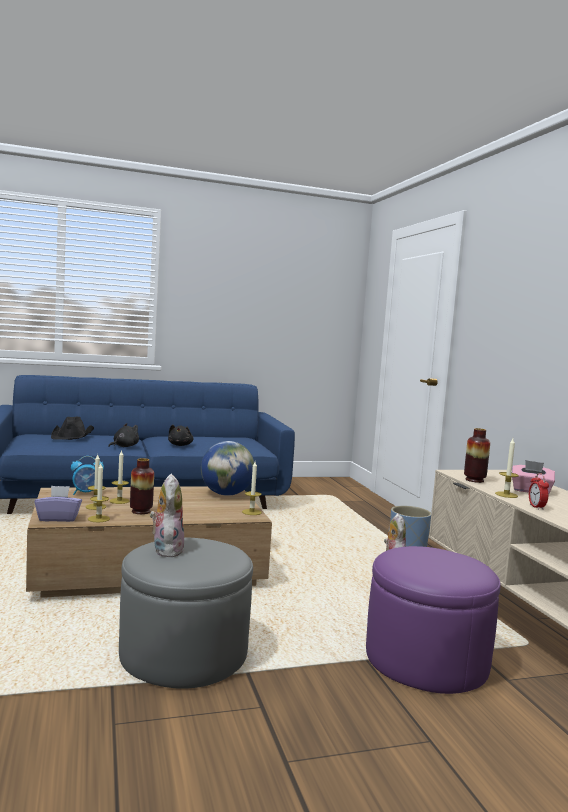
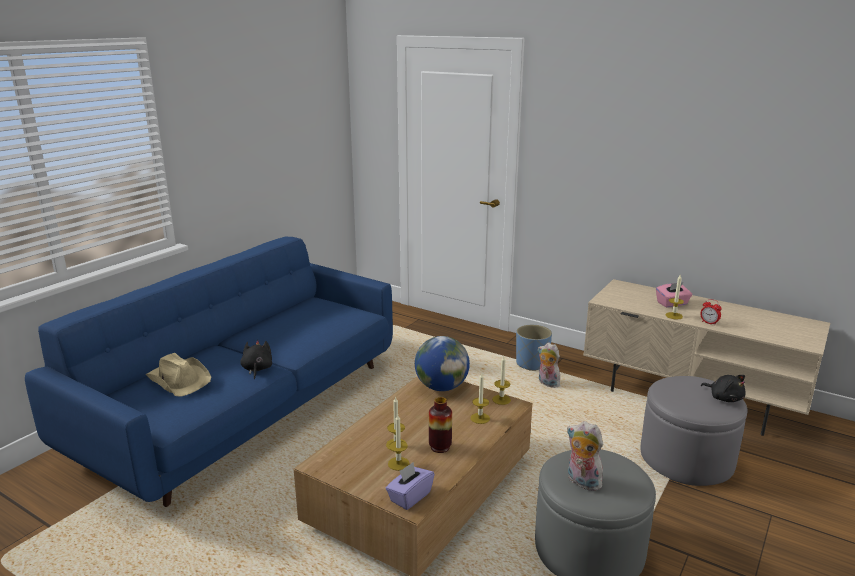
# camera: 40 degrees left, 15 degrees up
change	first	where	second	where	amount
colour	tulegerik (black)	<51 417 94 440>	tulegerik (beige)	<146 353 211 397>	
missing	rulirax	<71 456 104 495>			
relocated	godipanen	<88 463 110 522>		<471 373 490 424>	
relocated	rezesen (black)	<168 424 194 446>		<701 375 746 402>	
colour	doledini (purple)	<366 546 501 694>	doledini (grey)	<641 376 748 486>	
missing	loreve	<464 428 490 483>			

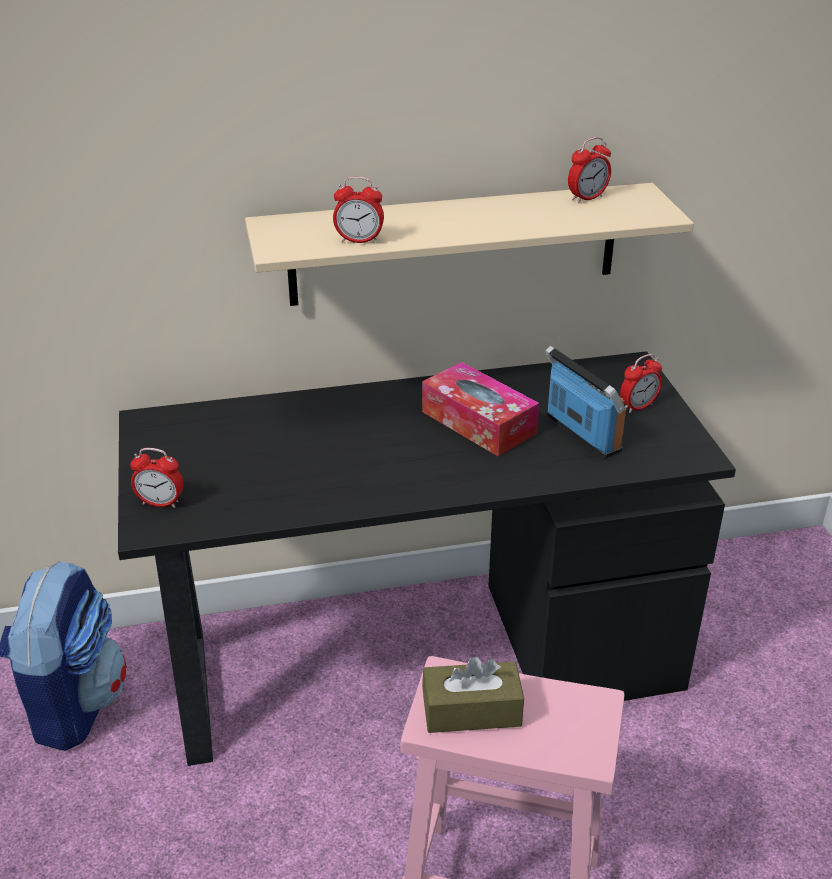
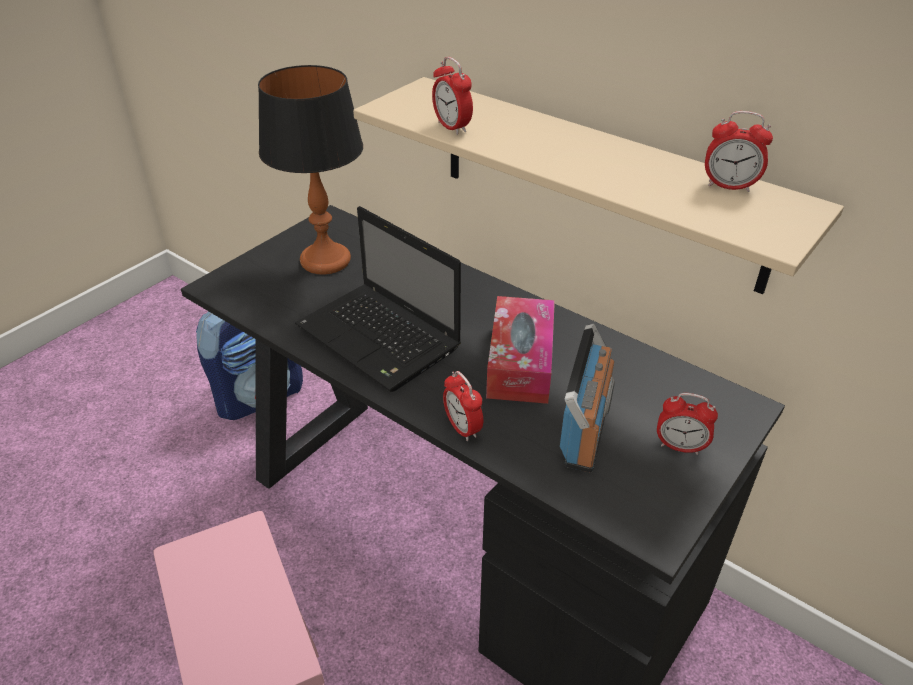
# camera: 50 degrees right, 5 degrees up
change	first	where	second	where	amount
relocated	rulirax	<130 448 183 508>		<443 371 484 441>	
missing	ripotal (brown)	<422 657 524 733>			
appeared			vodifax	<258 65 363 275>	
appeared			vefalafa	<295 206 461 392>	

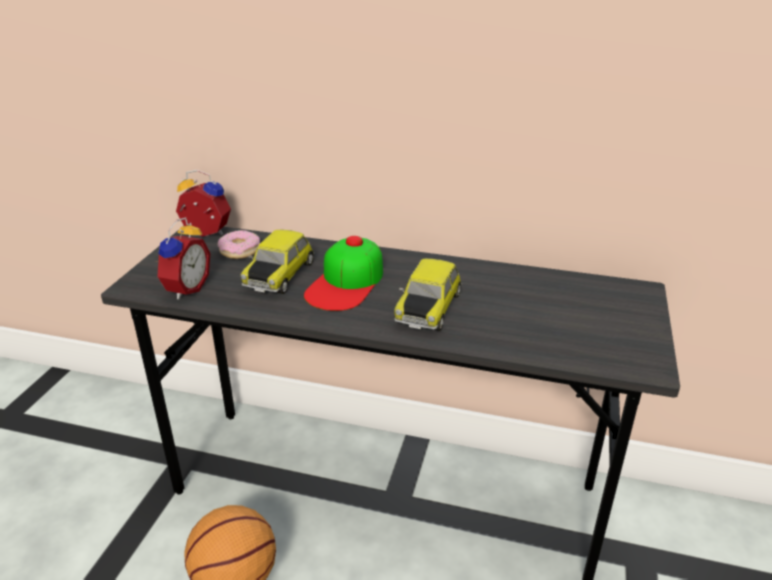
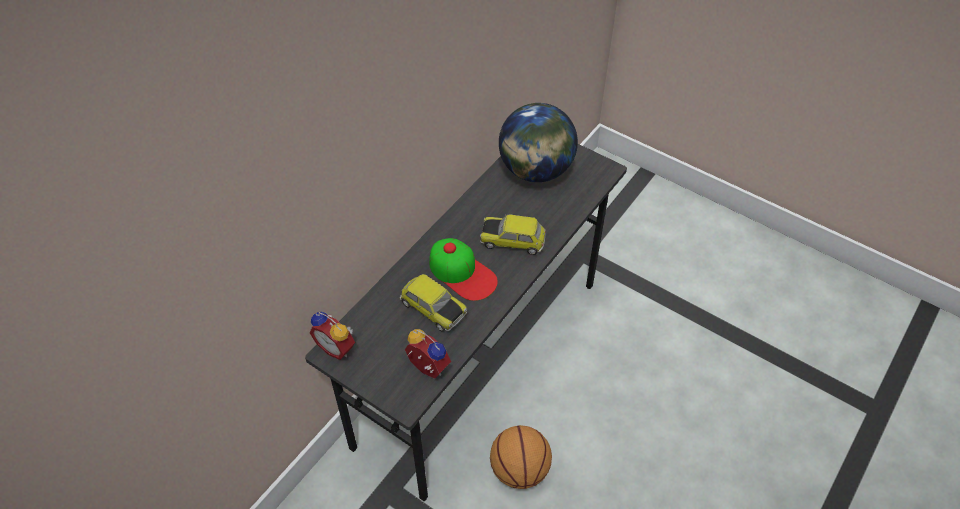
# camera: 70 degrees left, 20 degrees up
change	first	where	second	where	amount
spun	rulirax	<176 170 231 237>		<309 312 355 360>	90 degrees counterclockwise
missing	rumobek	<218 230 260 259>			
spun	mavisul	<394 259 462 331>		<480 214 546 255>	150 degrees clockwise
appeared			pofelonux	<499 103 578 182>	

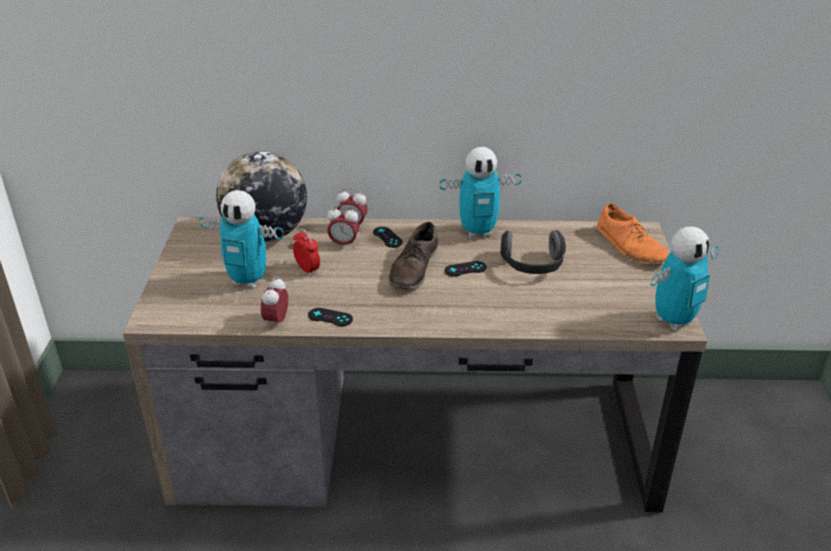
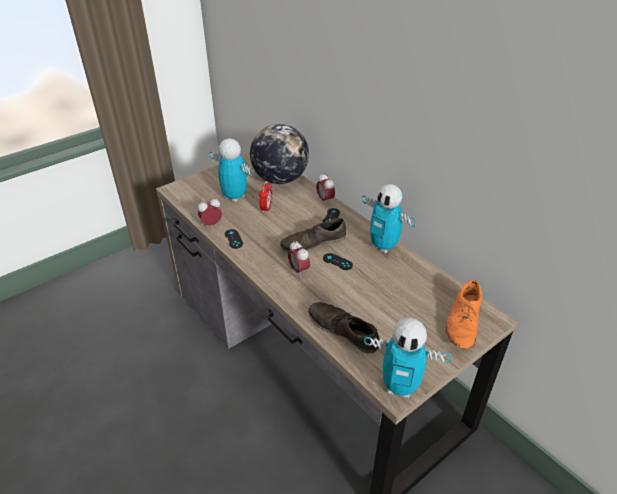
# camera: 50 degrees right, 5 degrees up
change	first	where	second	where	amount
spun	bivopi	<199 190 283 288>		<209 138 254 202>	150 degrees clockwise
relocated	rulirax	<327 205 359 248>		<288 241 310 277>	
missing	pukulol	<500 230 566 274>			
appeared			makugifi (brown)	<308 302 380 354>	

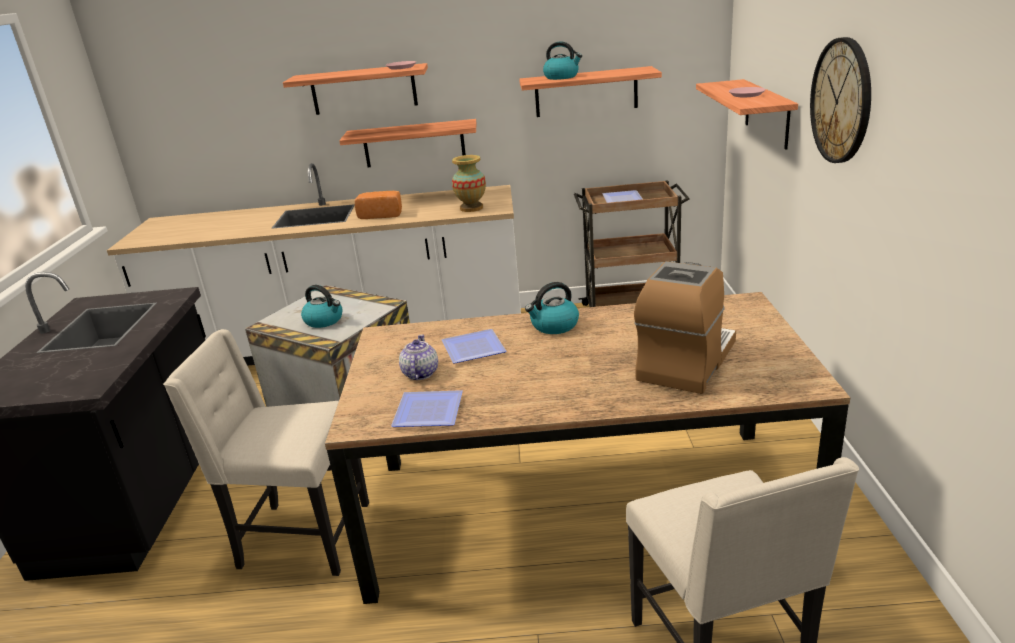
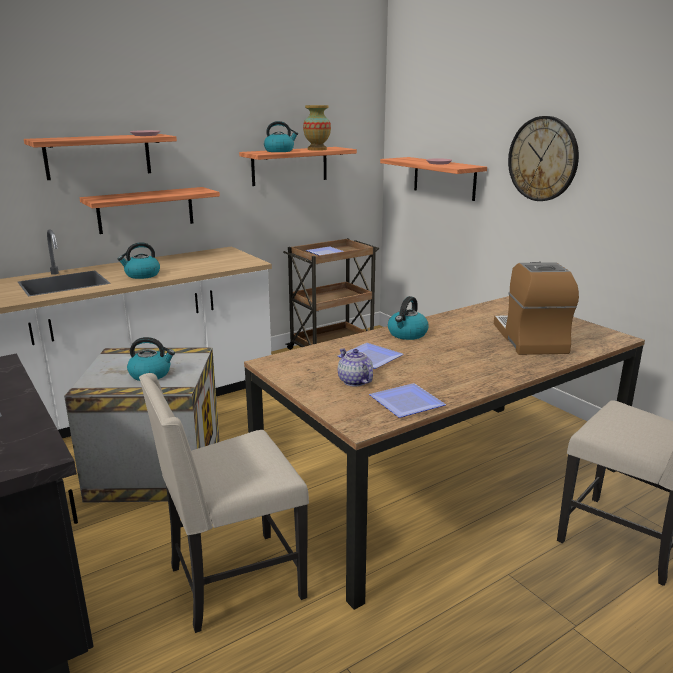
# camera: 35 degrees left, 5 degrees down
change	first	where	second	where	amount
exchanged	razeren	<355 191 402 219>	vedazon	<117 242 160 279>	
relocated	loreve	<452 155 486 212>		<303 105 331 151>	

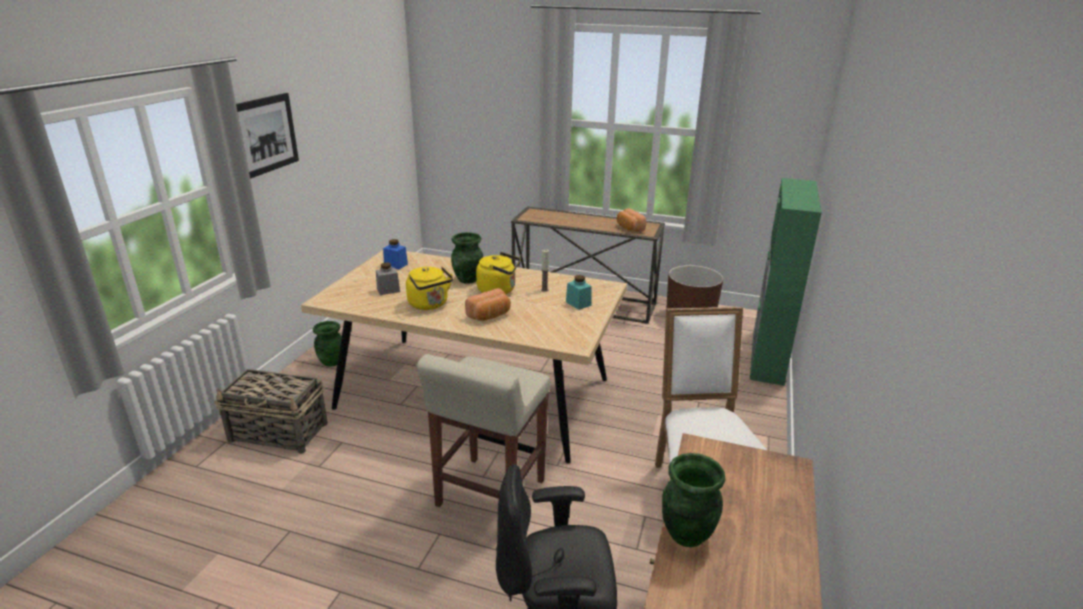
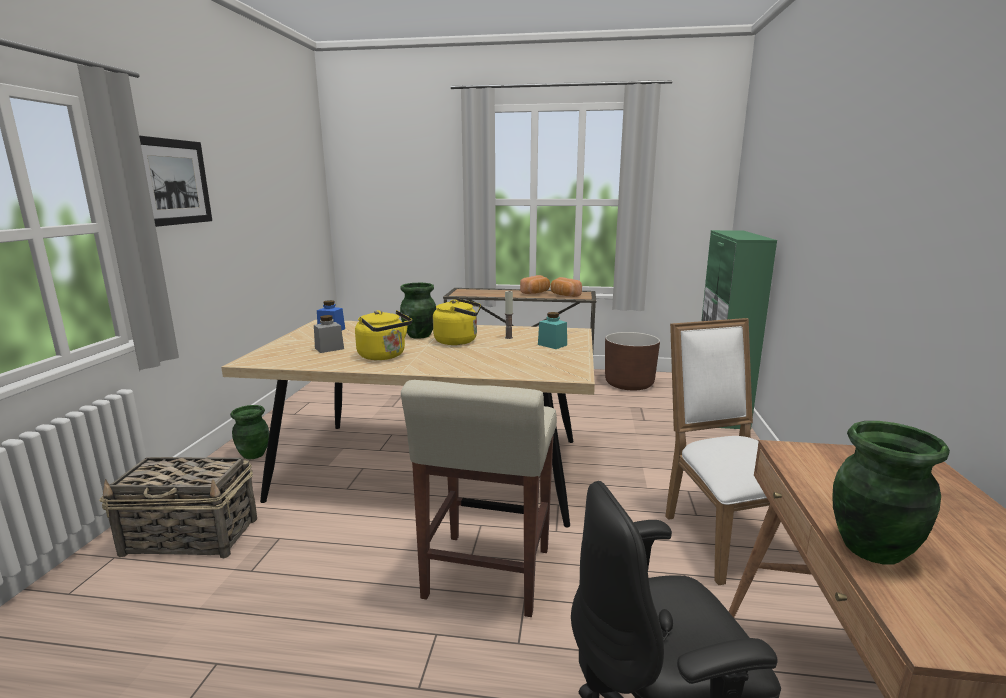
# camera: 10 degrees left, 10 degrees down
change	first	where	second	where	amount
relocated	razeren	<465 288 511 321>		<520 275 550 294>	

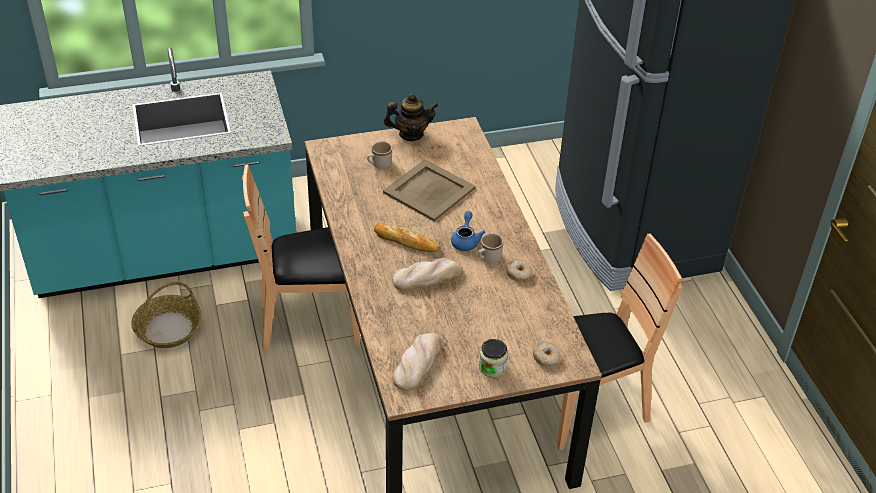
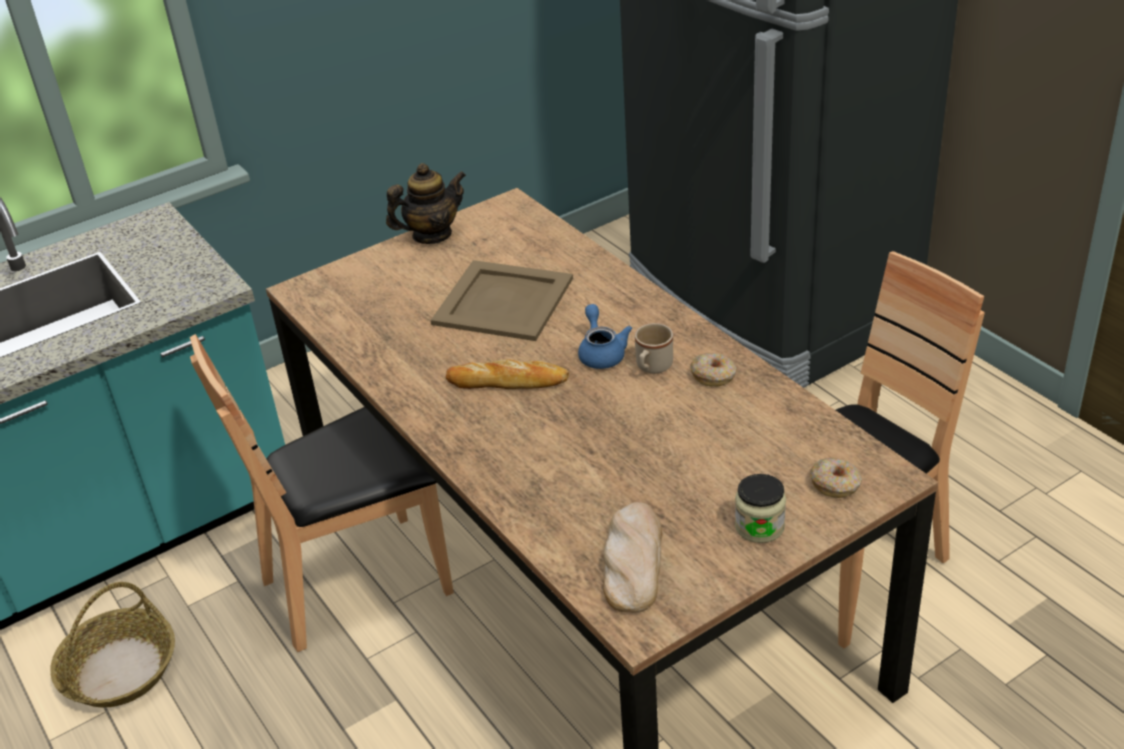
# camera: 15 degrees left, 5 degrees down
change	first	where	second	where	amount
missing	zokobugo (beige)	<367 141 392 169>			
missing	razeren	<392 258 463 291>			

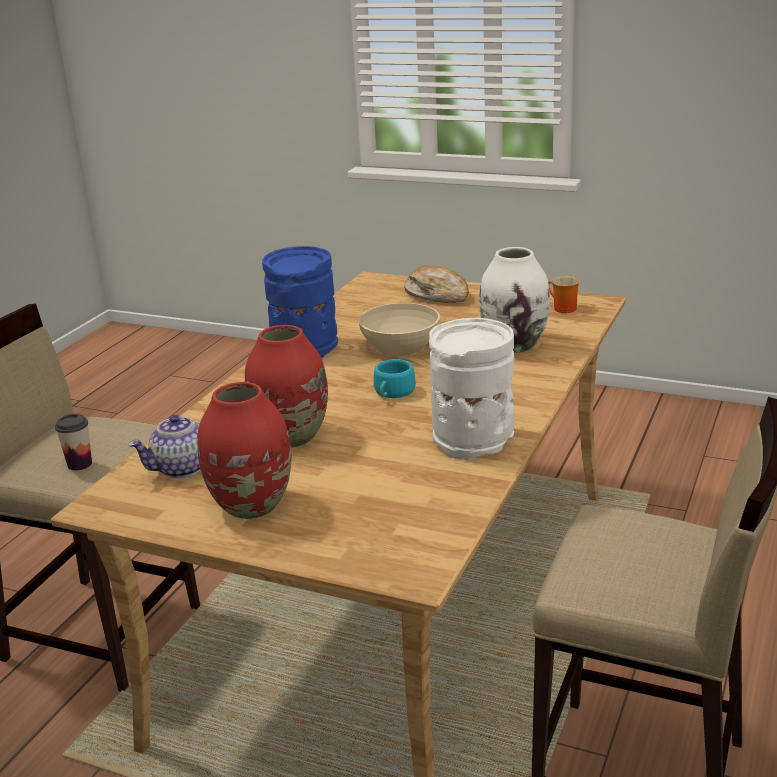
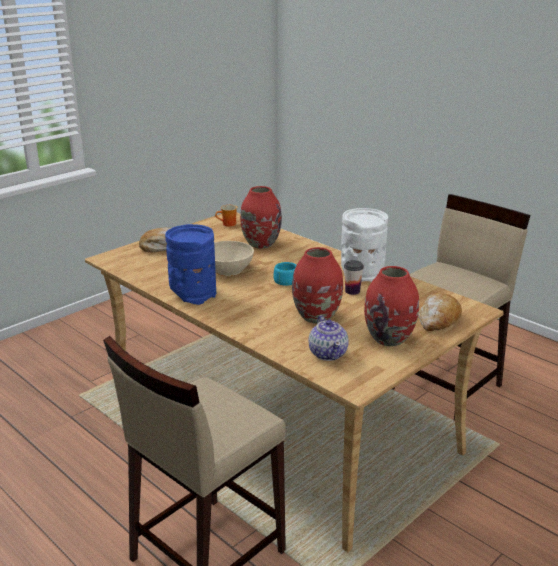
# camera: 70 degrees left, 0 degrees up
change	first	where	second	where	amount
relocated	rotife	<55 414 92 471>		<344 260 364 295>	
colour	loreve (white)	<479 247 550 353>	loreve (red)	<240 186 282 248>	
appeared			razeren	<418 293 462 331>	

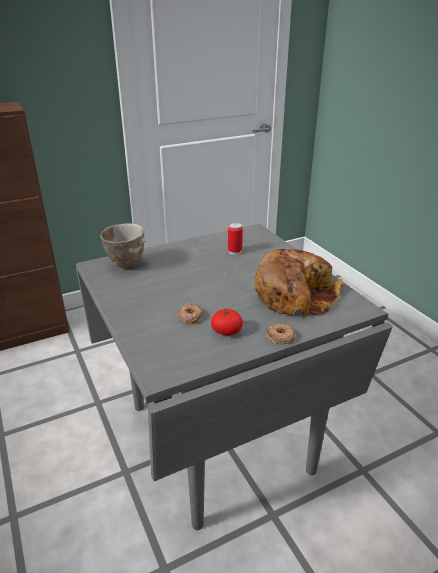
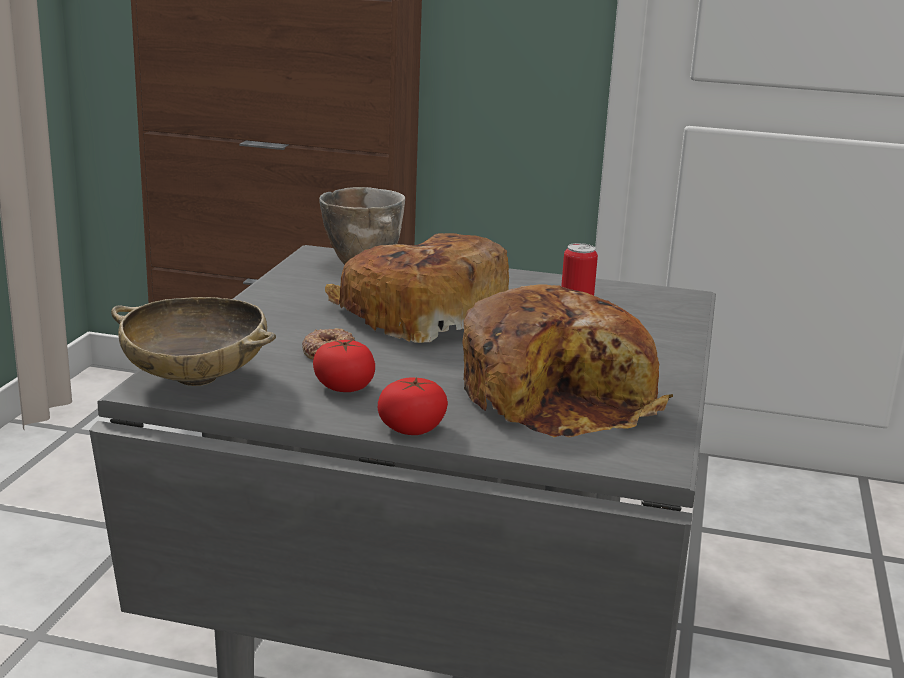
# camera: 40 degrees right, 10 degrees down
change	first	where	second	where	amount
exchanged	rumobek	<267 323 296 344>	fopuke	<378 377 448 435>	
appeared			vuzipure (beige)	<111 297 276 386>	
appeared			razeren	<325 233 509 343>	

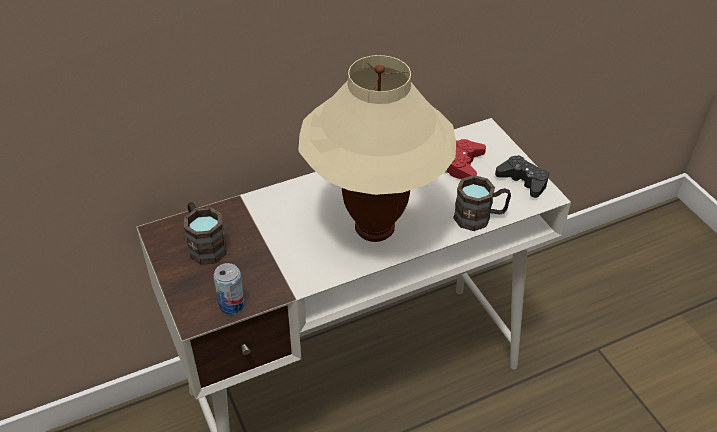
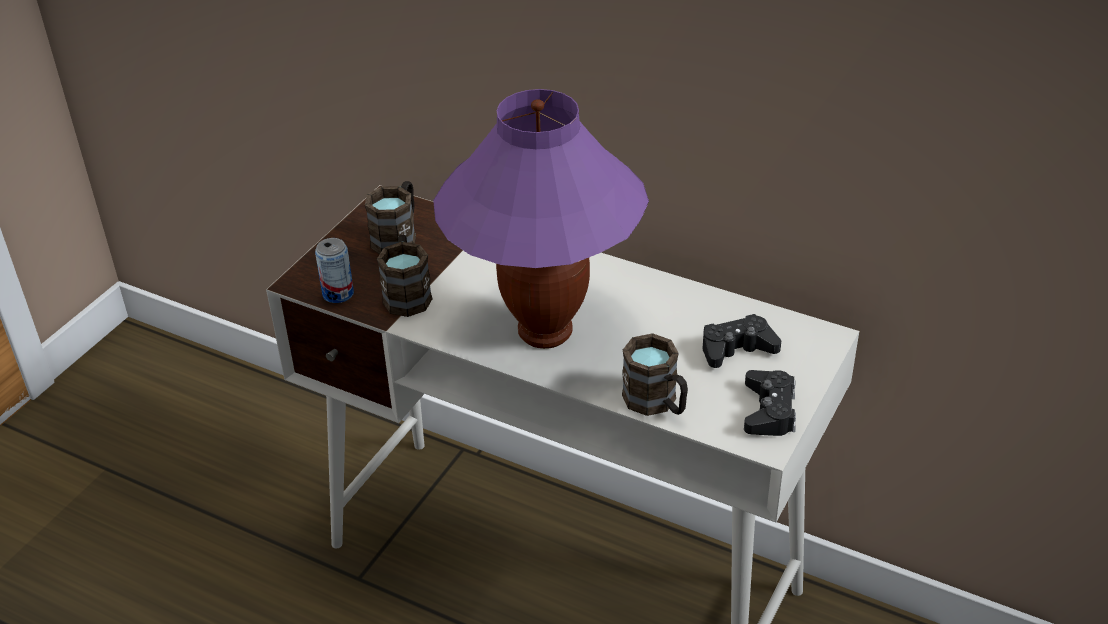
# camera: 55 degrees right, 5 degrees down
change	first	where	second	where	amount
colour	vodifax (beige)	<298 55 456 242>	vodifax (purple)	<433 89 649 349>	
colour	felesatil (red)	<445 139 486 179>	felesatil (black)	<703 314 781 368>	
appeared			zokobugo (brown)	<377 235 432 317>	

